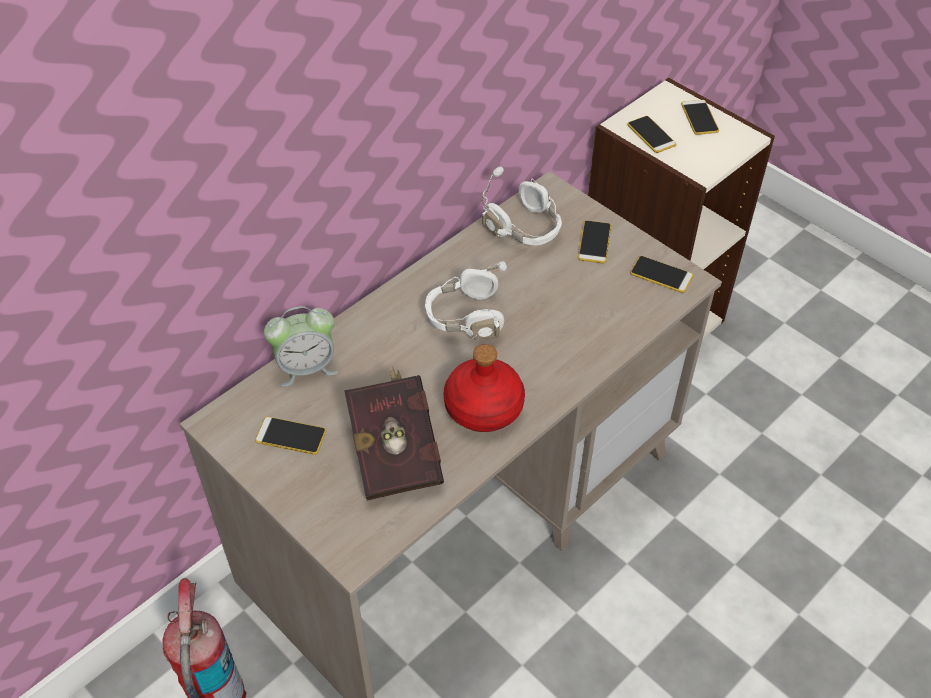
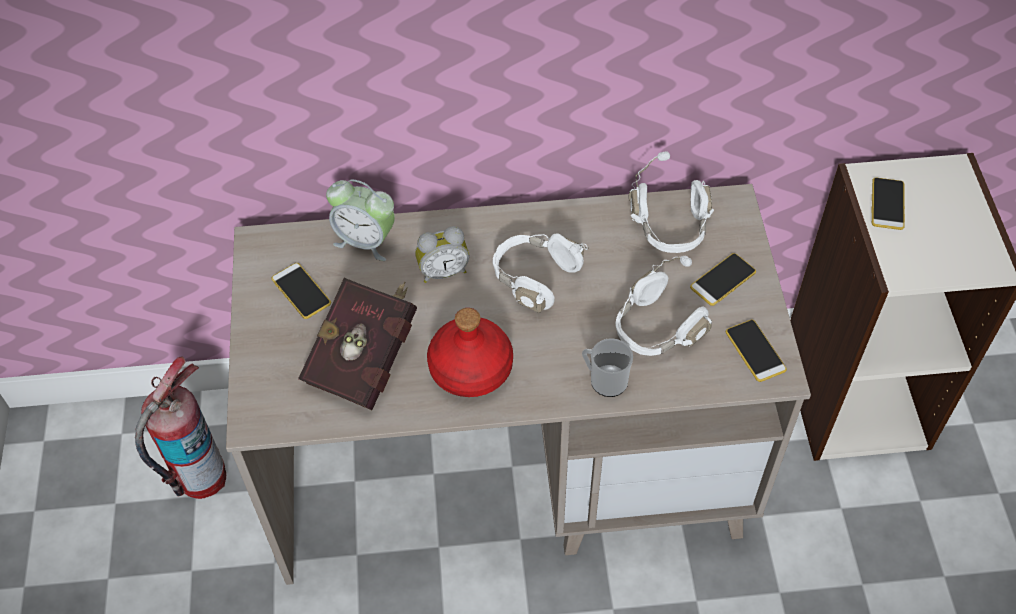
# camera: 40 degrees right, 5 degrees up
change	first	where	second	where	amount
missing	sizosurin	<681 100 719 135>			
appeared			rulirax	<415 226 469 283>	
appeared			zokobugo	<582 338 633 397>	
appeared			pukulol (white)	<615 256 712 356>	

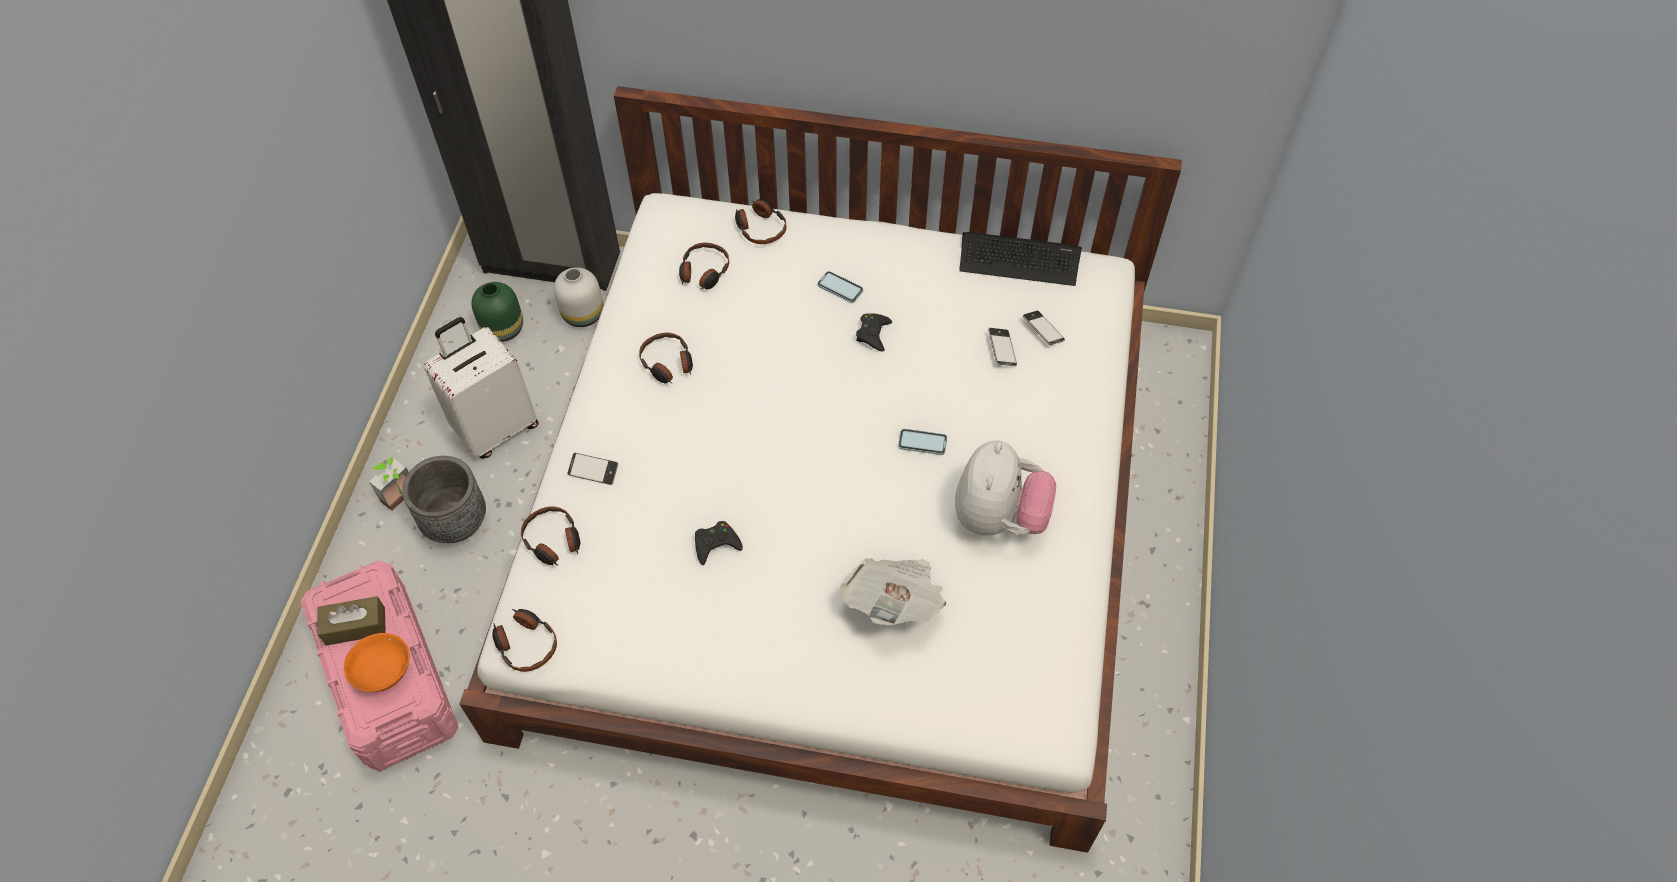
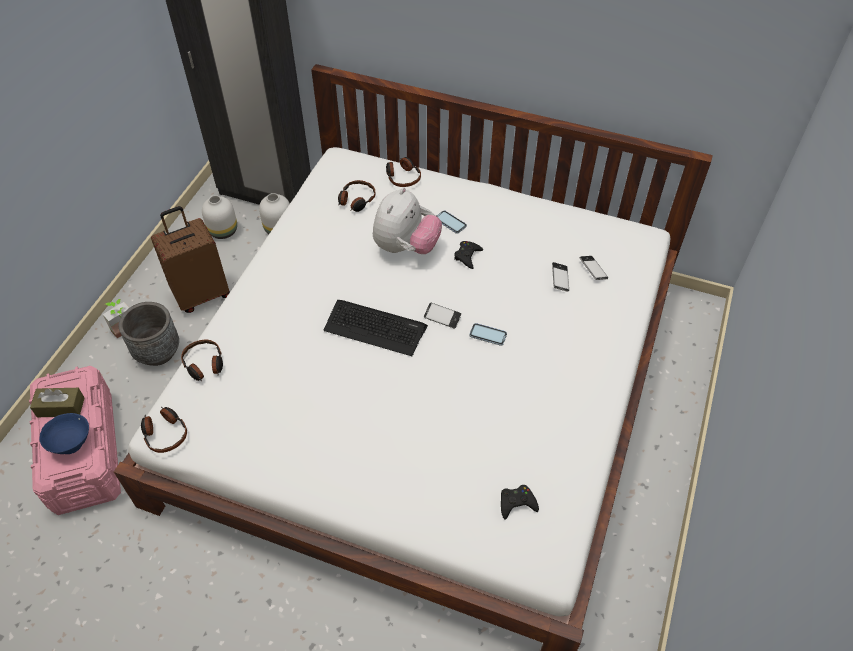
# camera: 10 degrees right, 5 degrees down
change	first	where	second	where	amount
colour	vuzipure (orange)	<344 633 410 692>	vuzipure (blue)	<39 413 89 454>	
colour	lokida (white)	<424 317 539 459>	lokida (brown)	<151 206 230 313>	
colour	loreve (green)	<471 282 523 342>	loreve (white)	<202 195 237 239>	
relocated	sizosurin	<568 453 618 485>		<424 303 461 328>	
missing	pukulol	<639 333 693 384>			
relocated	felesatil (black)	<695 521 743 565>		<501 485 539 520>	
missing	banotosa	<840 558 947 625>			
relocated	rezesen	<955 440 1056 535>		<373 187 442 254>	
relocated	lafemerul	<959 232 1082 286>		<324 300 428 356>	

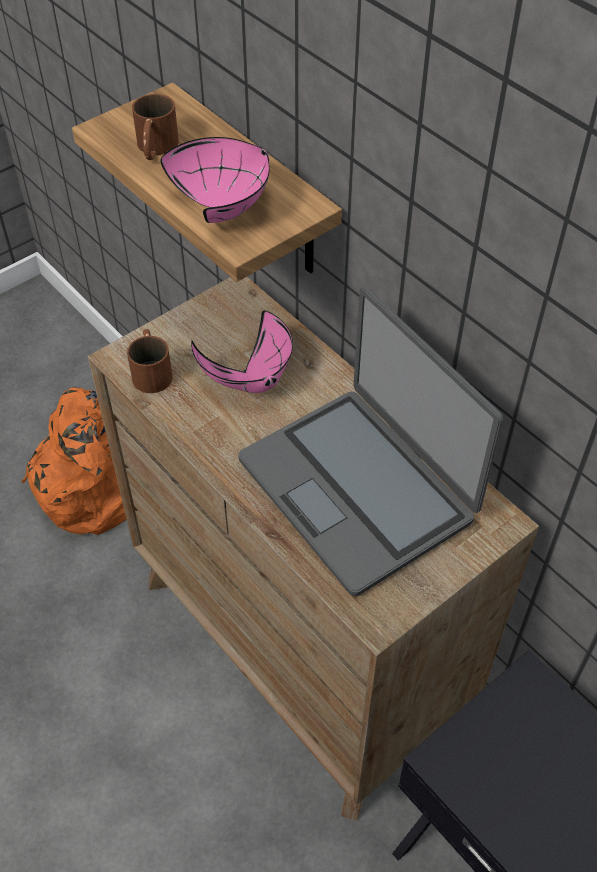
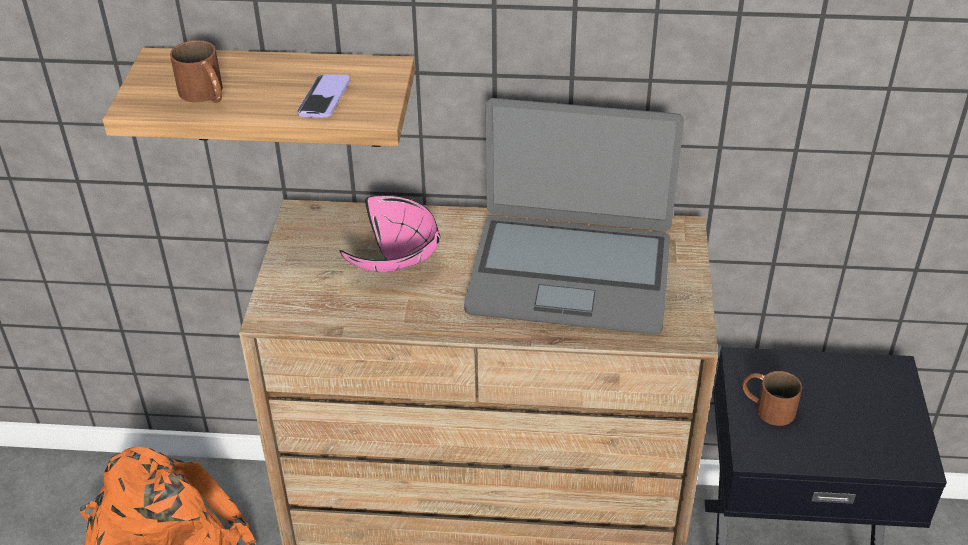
# camera: 45 degrees left, 10 degrees down
change	first	where	second	where	amount
relocated	zokobugo (brown)	<127 329 173 393>		<742 371 802 426>	
exchanged	vuzipure (pink)	<160 137 270 223>	sizosurin	<297 74 350 118>	

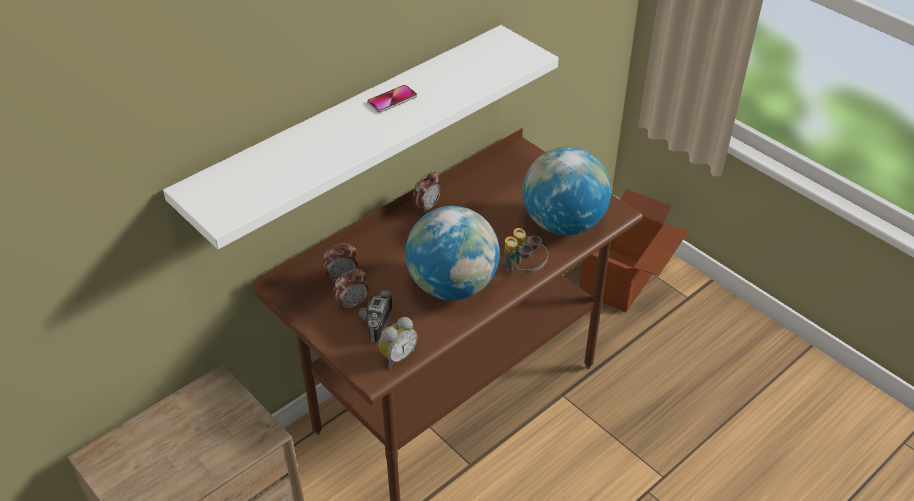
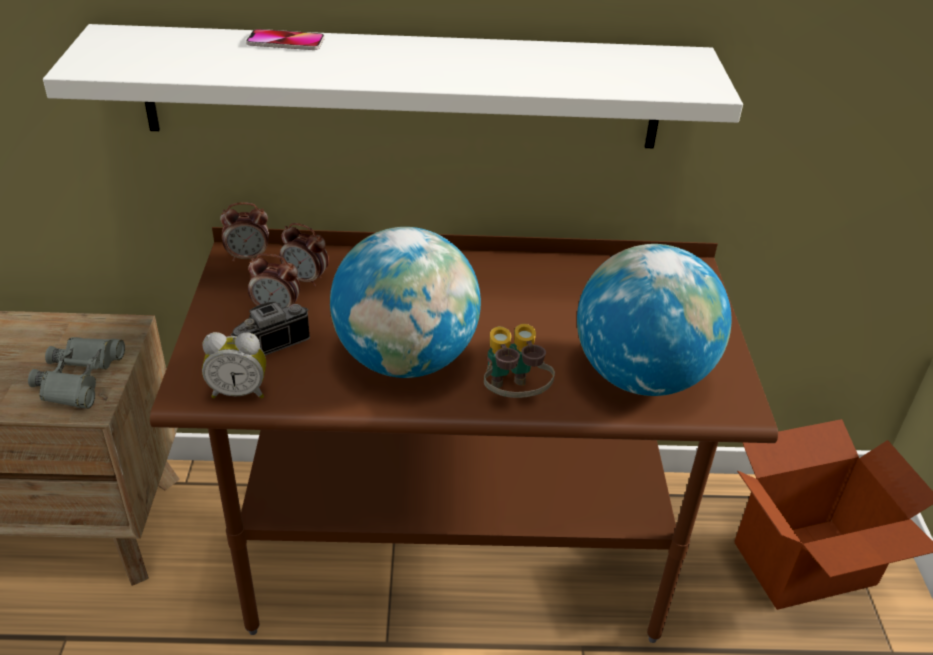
# camera: 40 degrees right, 5 degrees down
change	first	where	second	where	amount
relocated	sizosurin	<367 85 417 113>		<246 29 325 50>	
relocated	rulirax	<413 172 441 214>		<220 202 269 262>	
appeared			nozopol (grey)	<28 337 125 409>	

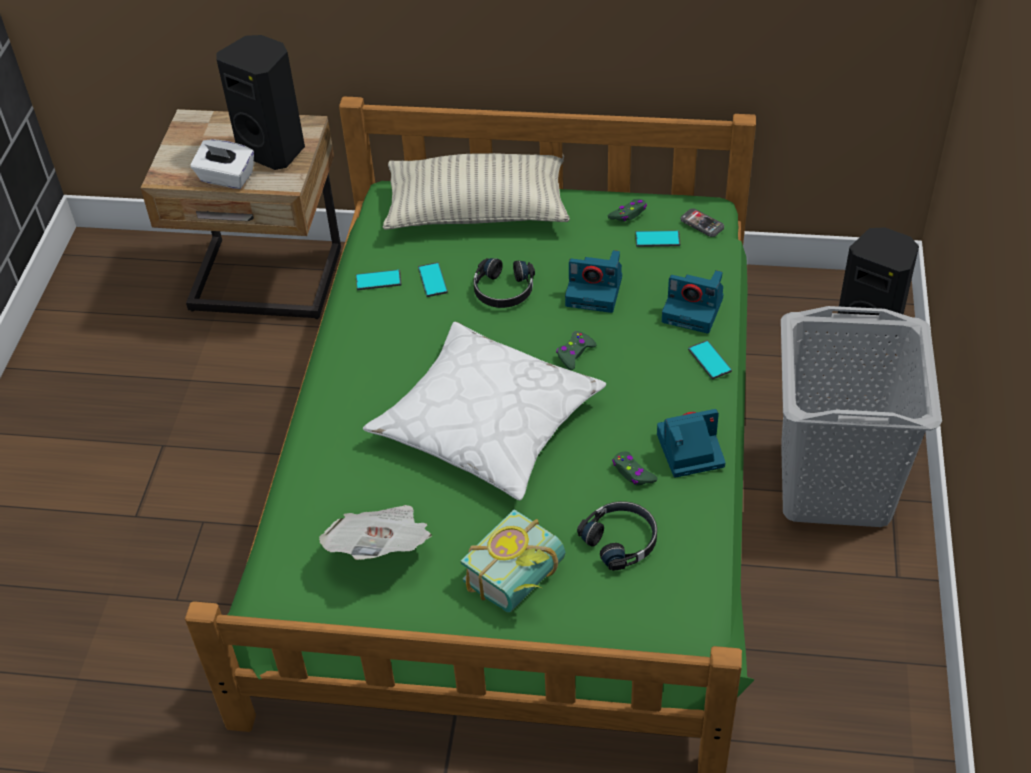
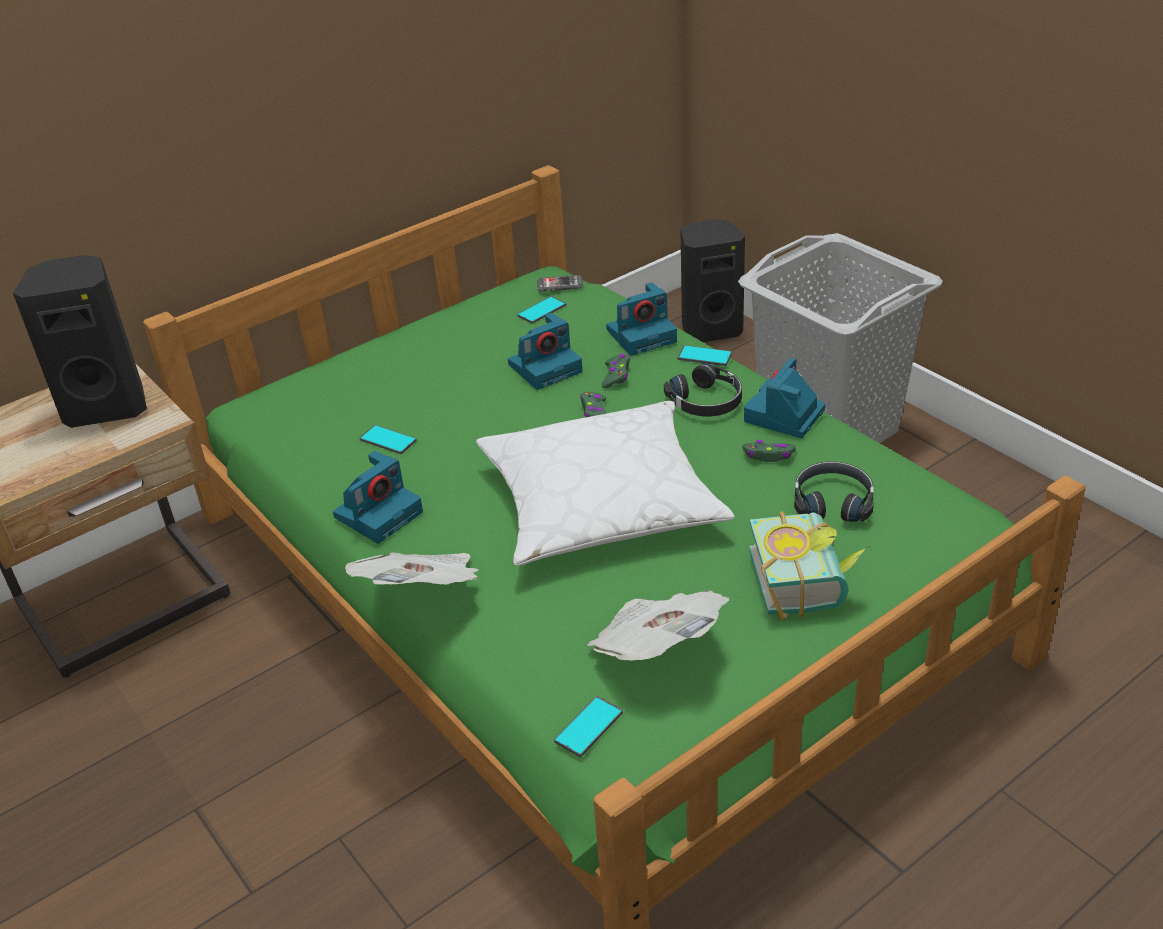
# camera: 45 degrees left, 10 degrees down
change	first	where	second	where	amount
missing	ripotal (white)	<191 139 254 189>			
relocated	sizosurin	<356 269 402 290>		<554 696 623 757>	
missing	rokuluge	<383 153 570 230>			
relocated	pukulol (black)	<473 258 535 308>		<664 363 742 416>	
relocated	felesatil (green)	<608 199 647 222>		<602 354 630 388>	
appeared			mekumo	<333 451 423 544>	
appeared			banotosa	<345 552 478 585>	

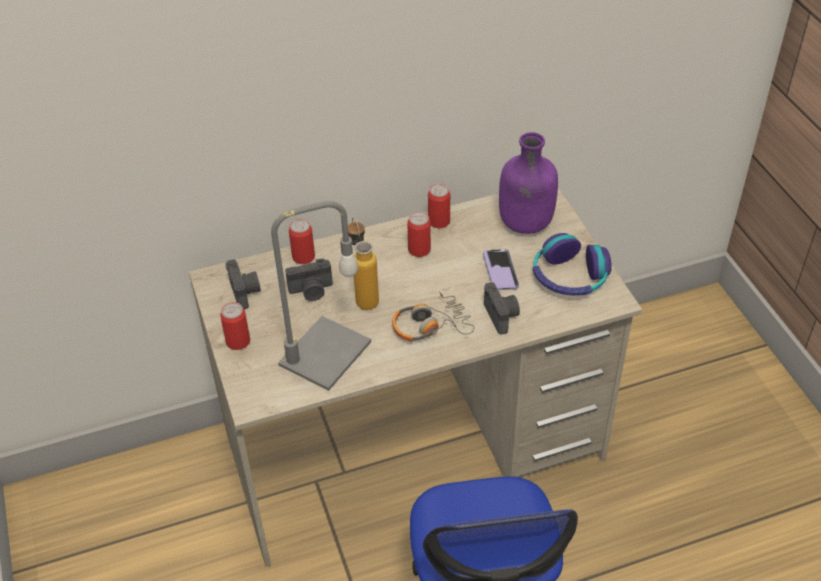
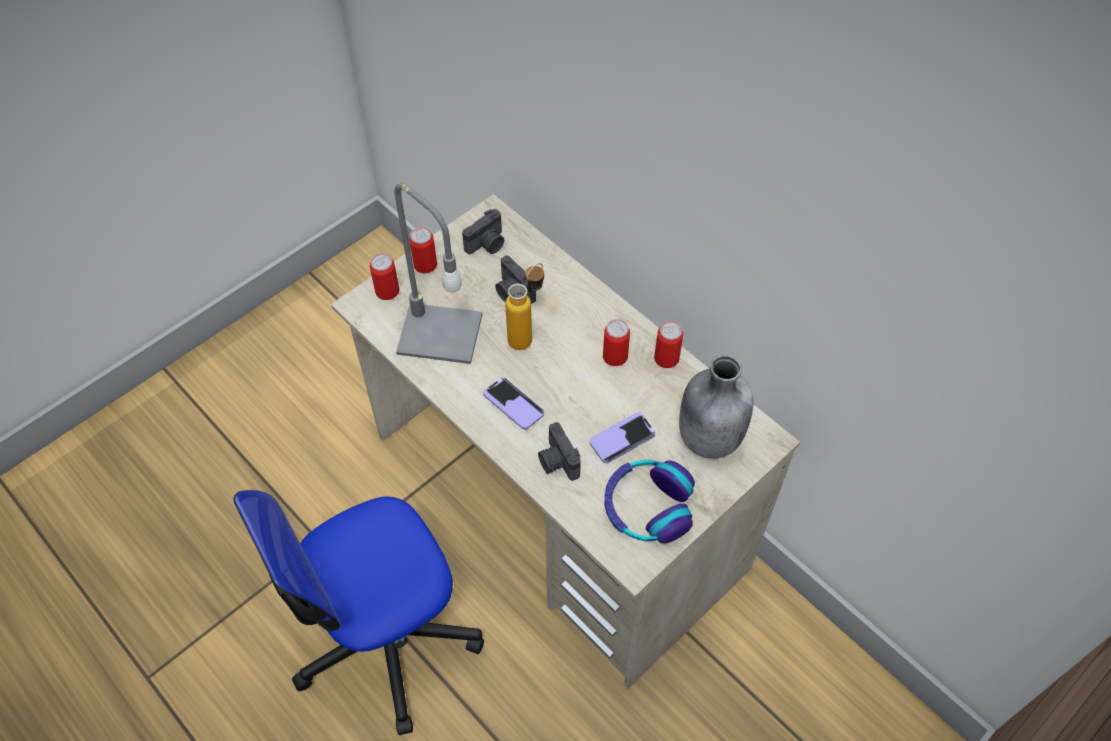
# camera: 65 degrees right, 10 degrees up
change	first	where	second	where	amount
relocated	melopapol	<289 219 315 264>		<370 253 399 300>	
exchanged	pukulol	<392 291 474 341>	sizosurin	<483 377 544 429>	
spun	mekumo	<484 282 520 335>		<538 422 581 481>	105 degrees clockwise
colour	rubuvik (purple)	<499 132 558 234>	rubuvik (grey)	<679 355 754 458>	

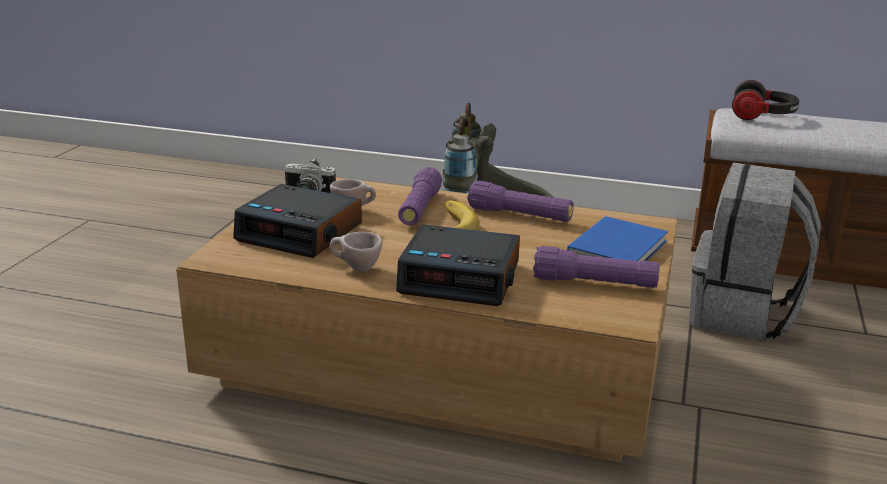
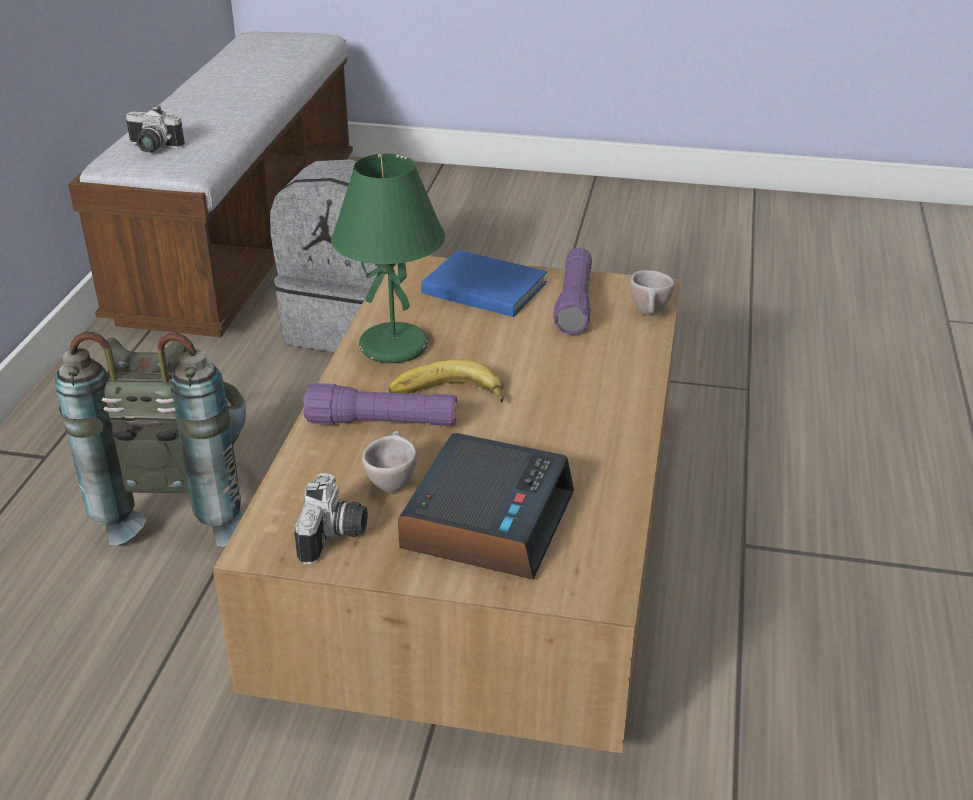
# camera: 95 degrees left, 10 degrees up
change	first	where	second	where	amount
relocated	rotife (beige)	<330 232 382 272>		<630 270 674 315>	
missing	rulirax	<396 224 520 306>			
exchanged	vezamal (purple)	<467 181 574 222>	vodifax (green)	<331 153 445 363>	
exchanged	pukulol	<732 80 799 120>	mekumo	<125 105 185 152>	

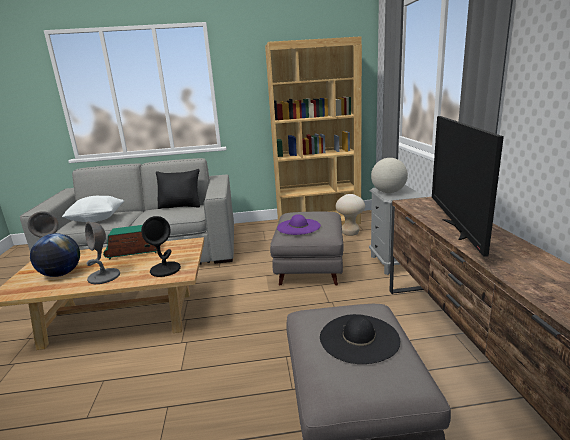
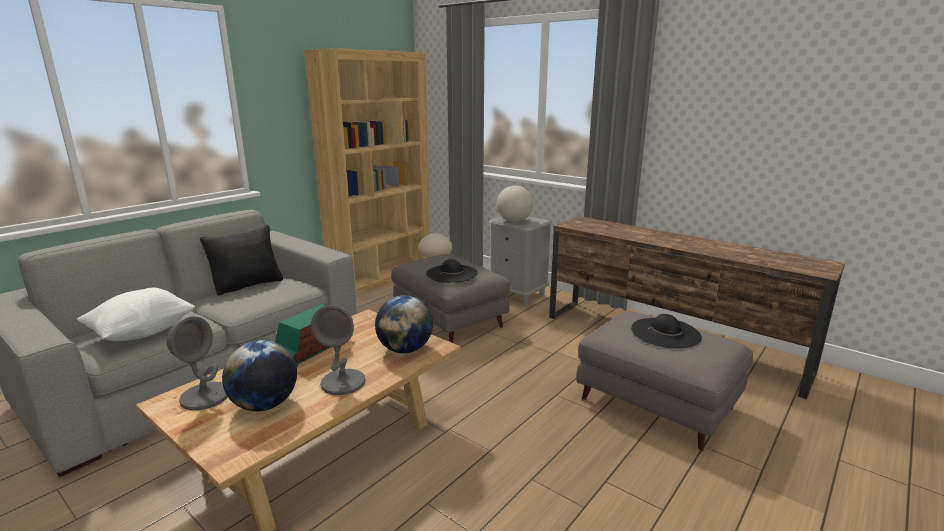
# camera: 45 degrees left, 0 degrees up
change	first	where	second	where	amount
exchanged	vodifax (black)	<141 216 181 277>	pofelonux	<375 295 433 353>	
colour	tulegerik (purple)	<277 214 321 235>	tulegerik (black)	<426 259 478 283>	
missing	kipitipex	<432 116 504 257>			

